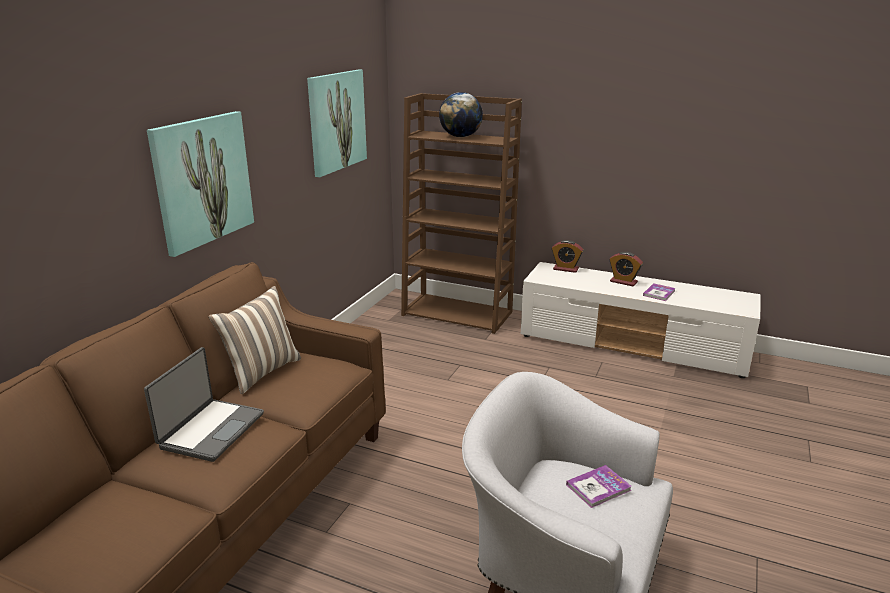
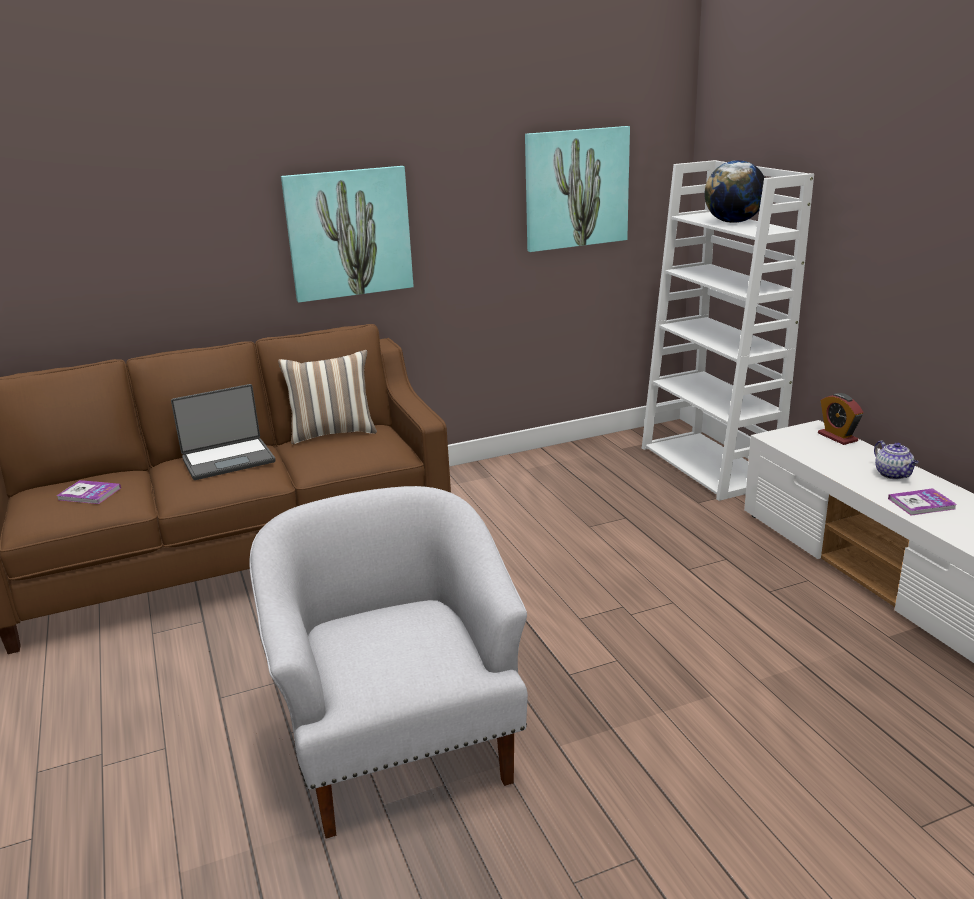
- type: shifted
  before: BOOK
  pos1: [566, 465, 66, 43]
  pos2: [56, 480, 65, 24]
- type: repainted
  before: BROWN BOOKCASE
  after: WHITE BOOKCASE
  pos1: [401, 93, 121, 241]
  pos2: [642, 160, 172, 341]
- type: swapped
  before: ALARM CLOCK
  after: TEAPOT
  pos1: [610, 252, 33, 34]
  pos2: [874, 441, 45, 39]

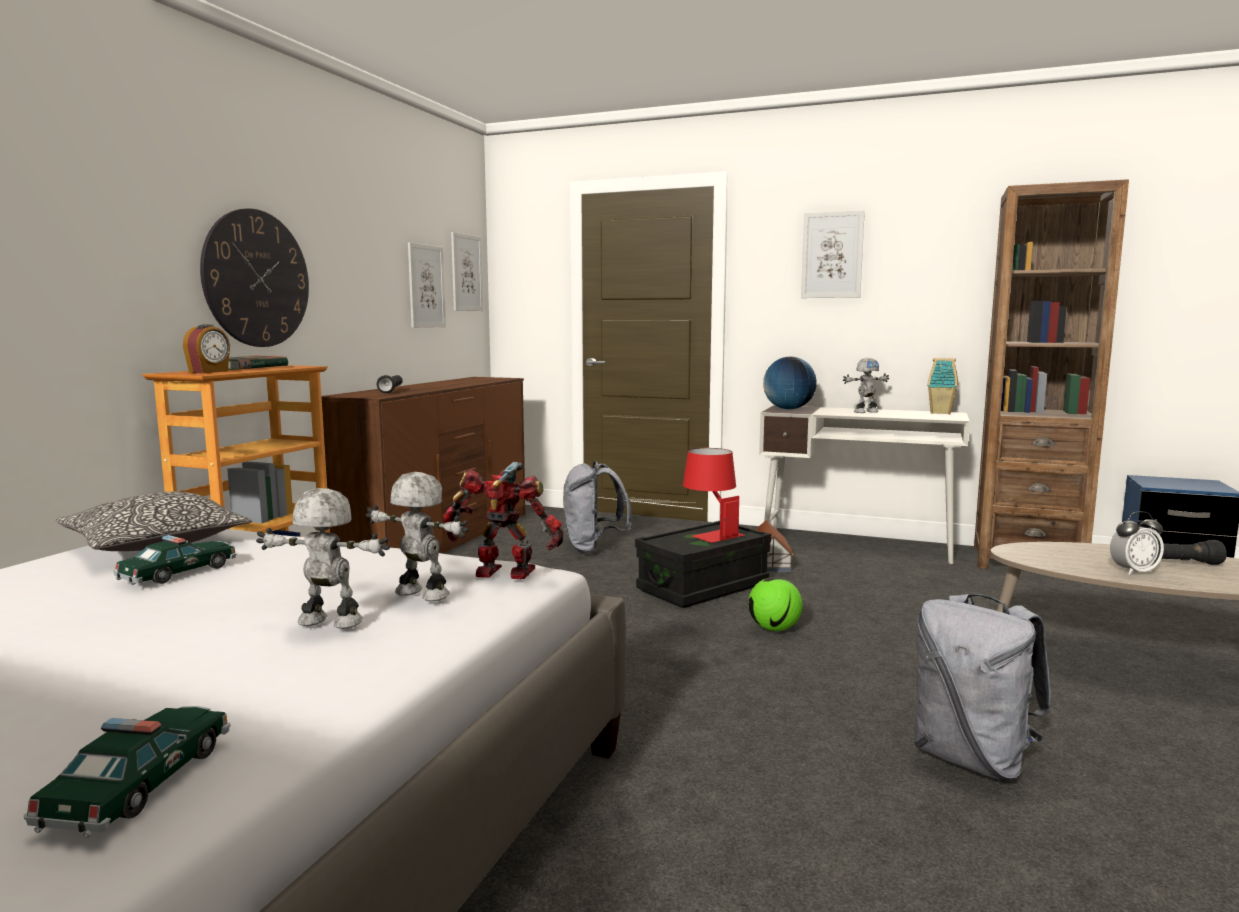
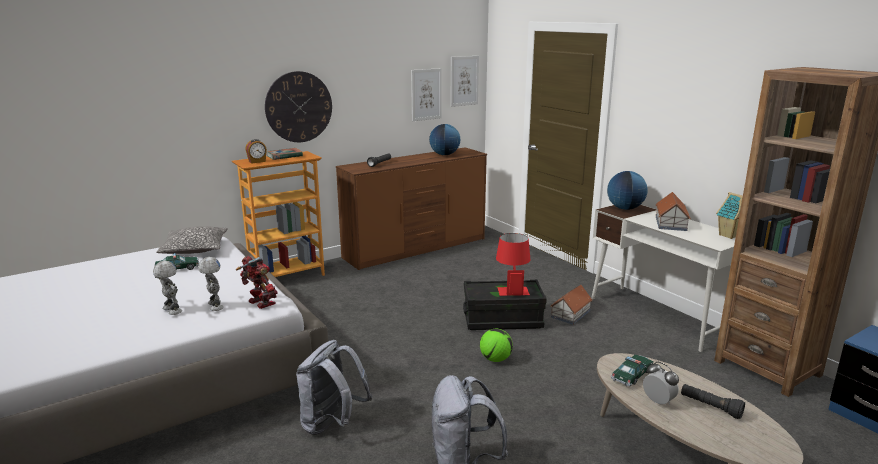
- type: shifted
  before: GREY BACKPACK
  pos1: [563, 461, 69, 93]
  pos2: [296, 340, 76, 95]
- type: new
  after: GLOBE
  pos2: [429, 124, 31, 31]
- type: shifted
  before: TOY CAR
  pos1: [24, 706, 207, 132]
  pos2: [611, 354, 42, 33]
- type: rotated
  before: ALARM CLOCK
  pos1: [1110, 511, 54, 64]
  pos2: [643, 362, 36, 43]
  turn: -150
- type: swapped
  before: TOY ROBOT
  after: TOY HOUSE
  pos1: [843, 358, 46, 55]
  pos2: [656, 192, 35, 39]
- type: gone
  before: PICTURE
  pos1: [801, 210, 64, 88]

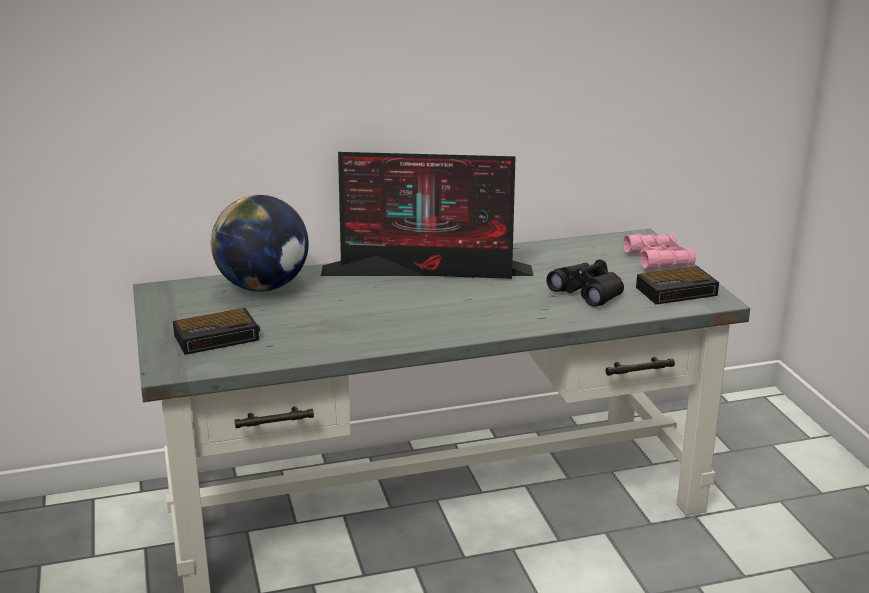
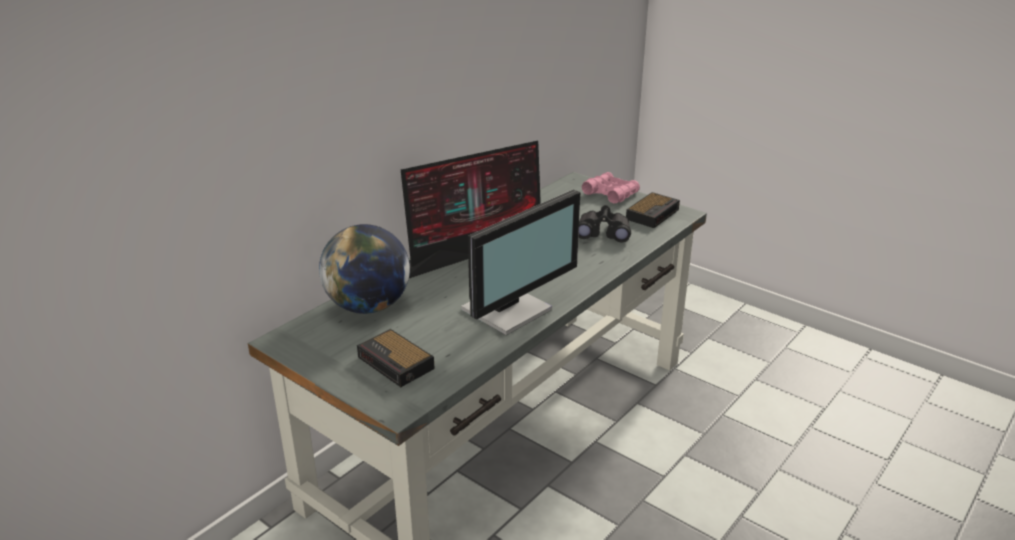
- type: rotated
  before: ALARM CLOCK
  pos1: [173, 308, 87, 47]
  pos2: [357, 329, 78, 58]
  turn: 105
- type: new
  after: MONITOR
  pos2: [461, 189, 119, 146]

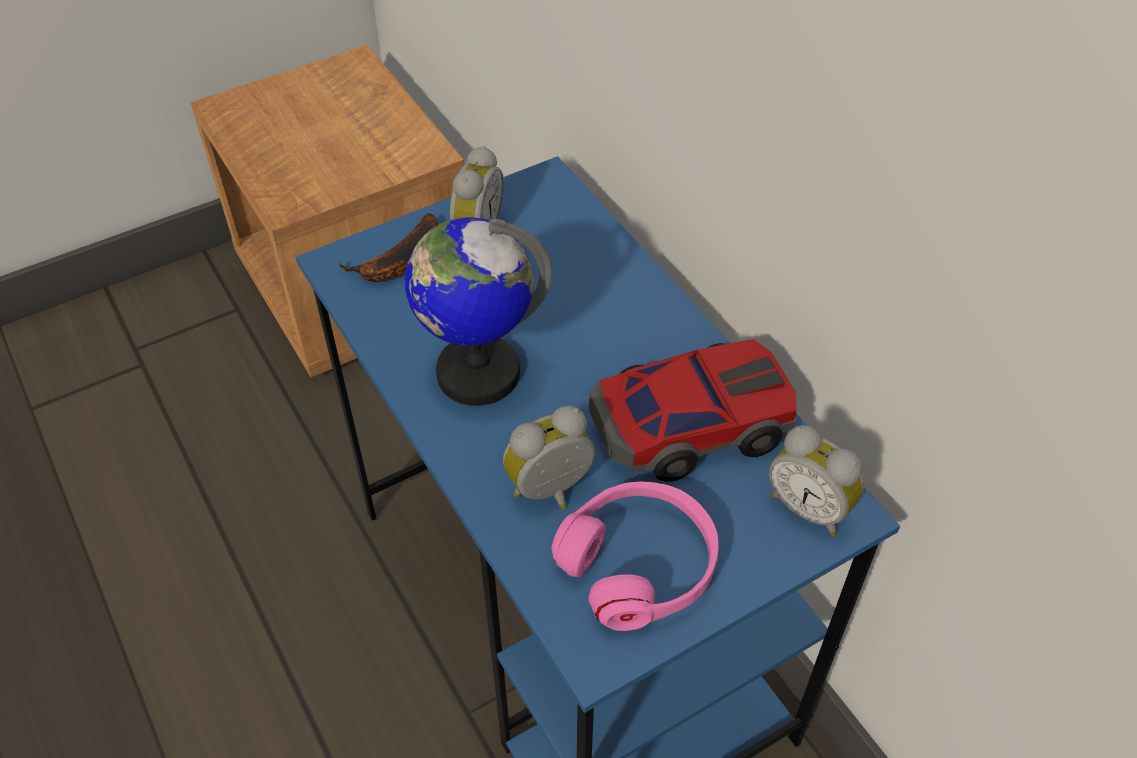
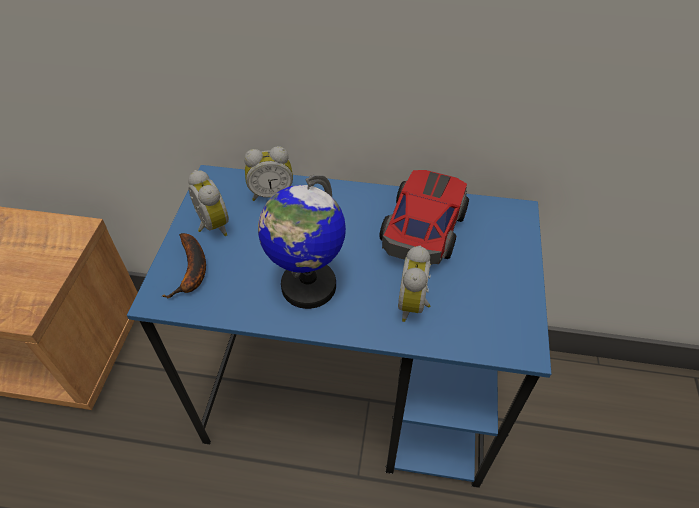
- type: shifted
  before: ALARM CLOCK
  pos1: [769, 425, 95, 112]
  pos2: [244, 146, 49, 55]
- type: gone
  before: PINK HEADPHONES
  pos1: [551, 482, 168, 149]

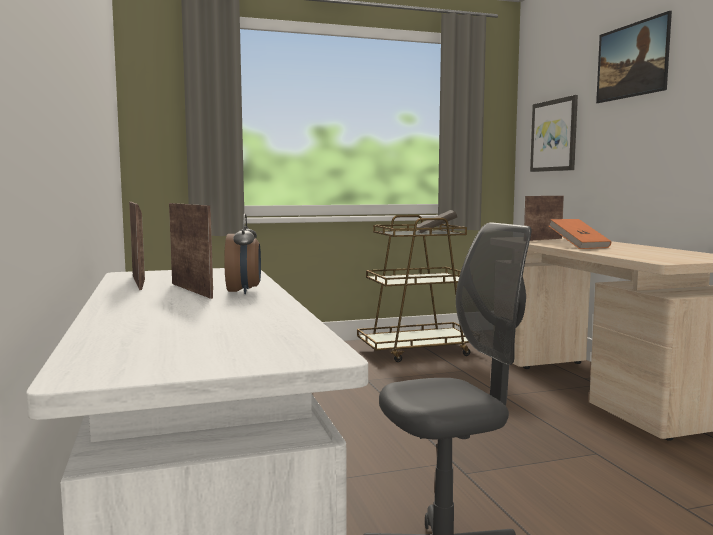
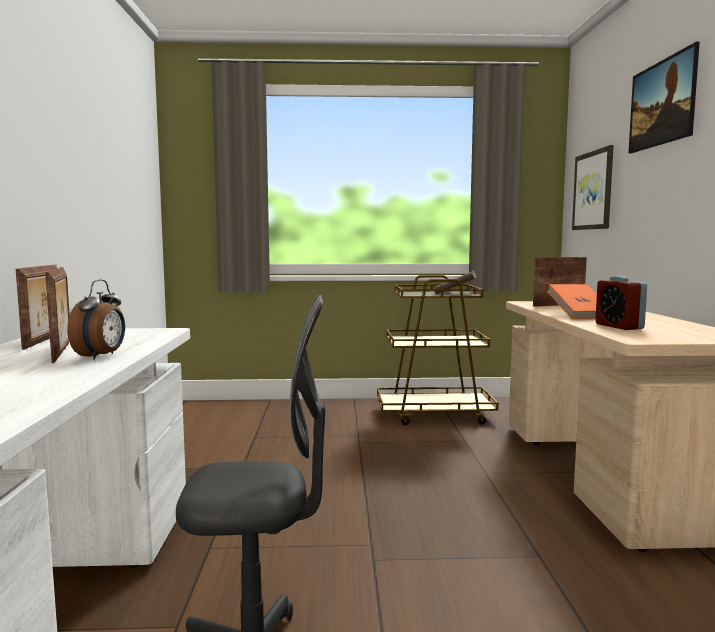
- type: new
  after: ALARM CLOCK
  pos2: [595, 276, 52, 54]

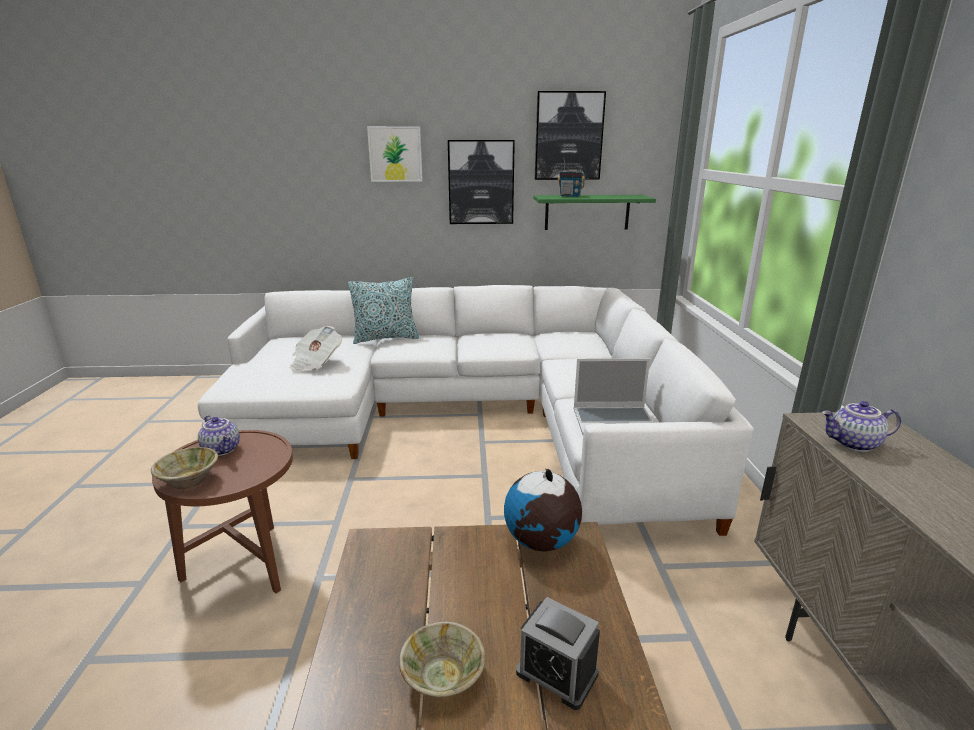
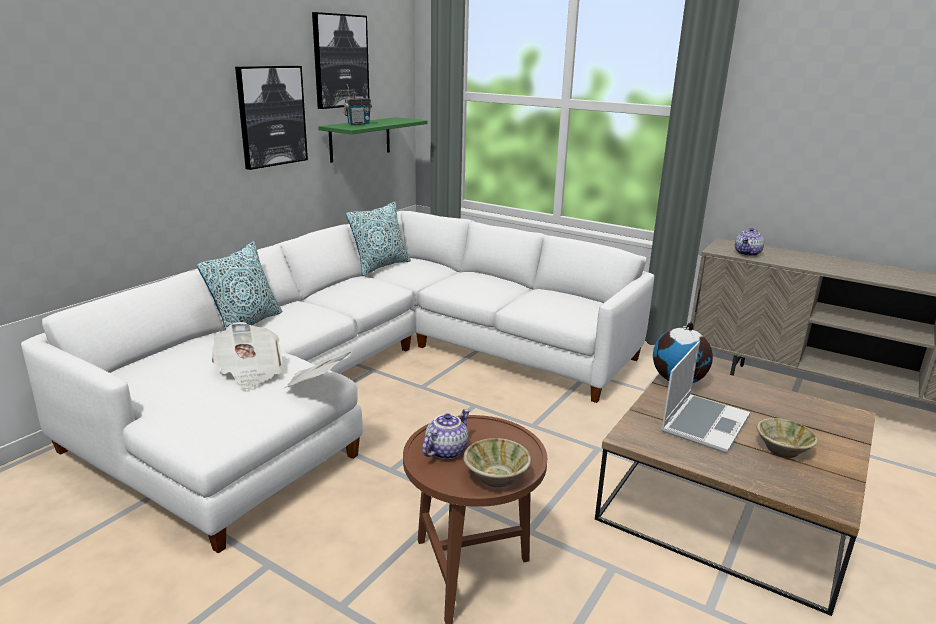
- type: new
  after: NEWSPAPER
  pos2: [283, 348, 70, 41]
- type: new
  after: PILLOW
  pos2: [346, 202, 65, 74]
- type: rotated
  before: TEAPOT
  pos1: [198, 415, 42, 41]
  pos2: [422, 409, 48, 50]
  turn: -45
- type: shifted
  before: LAPTOP
  pos1: [574, 358, 80, 77]
  pos2: [661, 342, 89, 111]
- type: gone
  before: PICTURE
  pos1: [367, 126, 56, 56]
- type: gone
  before: ALARM CLOCK
  pos1: [516, 597, 84, 113]

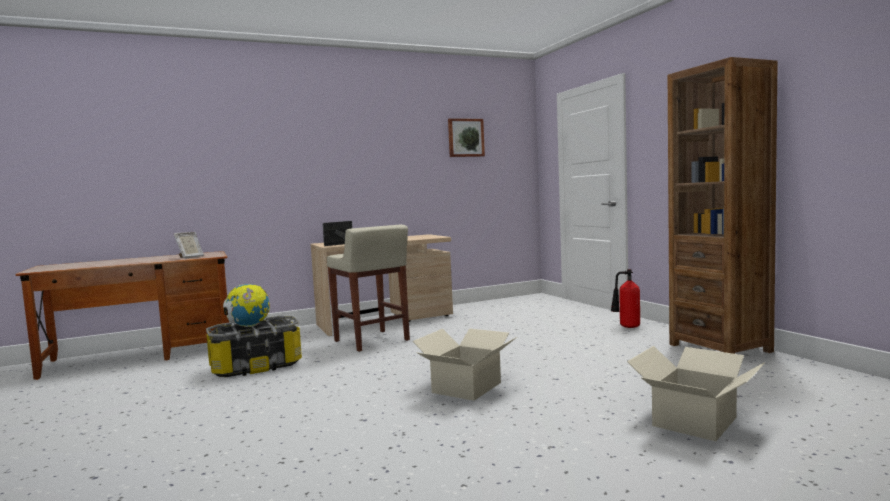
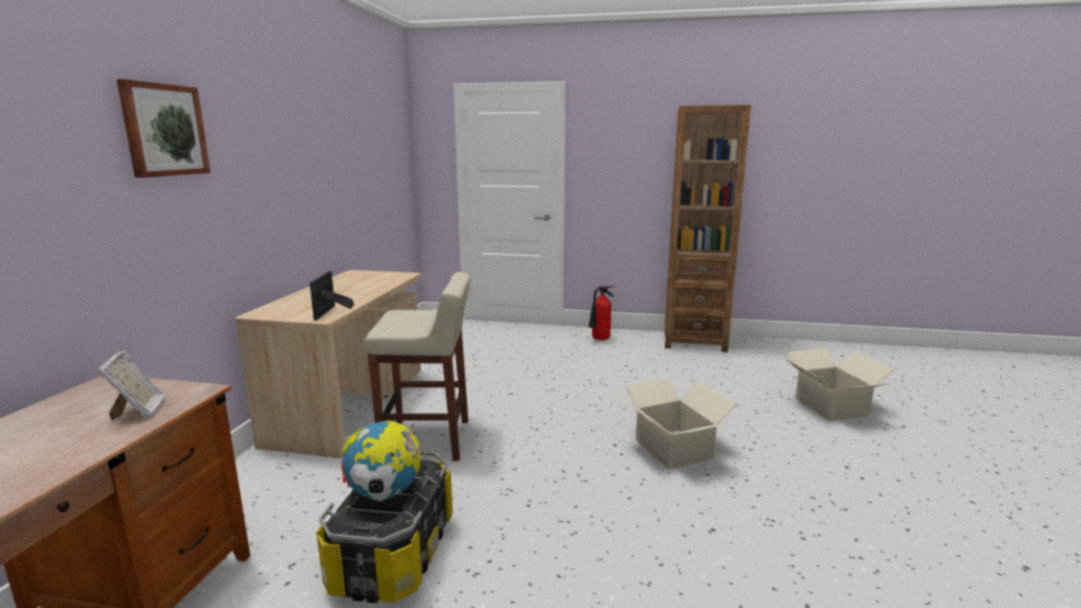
- type: shifted
  before: PICTURE
  pos1: [448, 118, 37, 39]
  pos2: [117, 79, 93, 99]

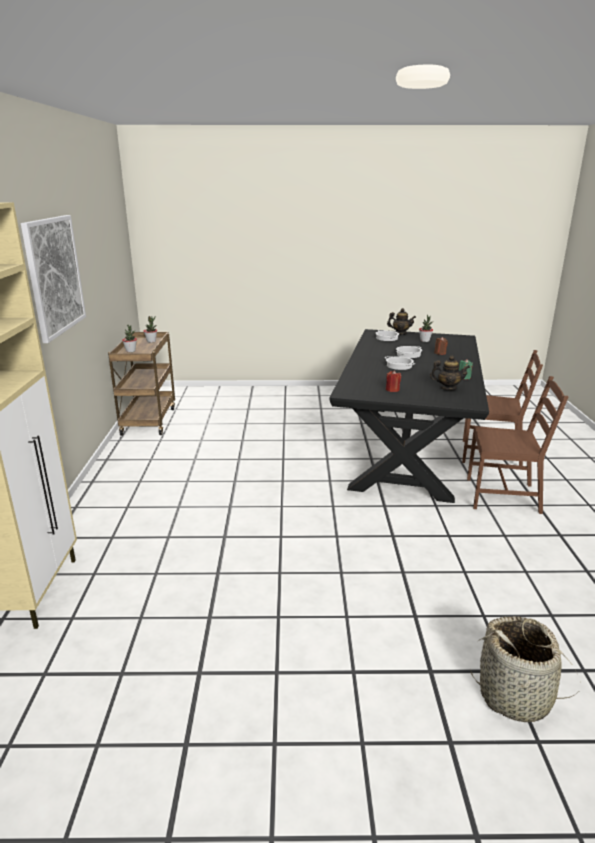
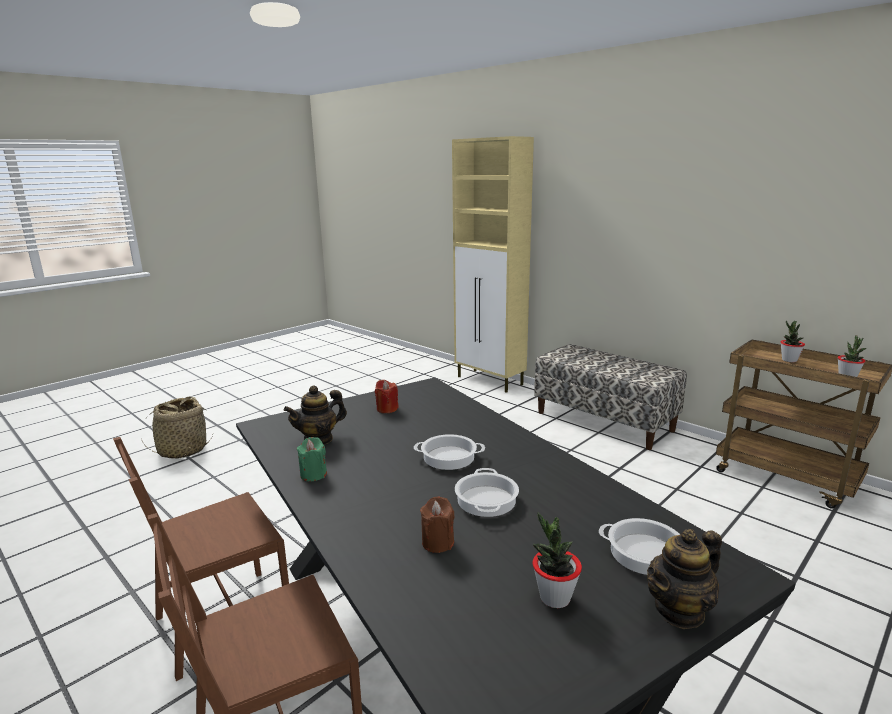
- type: new
  after: BENCH
  pos2: [534, 344, 153, 106]
- type: gone
  before: PICTURE
  pos1: [21, 215, 65, 128]

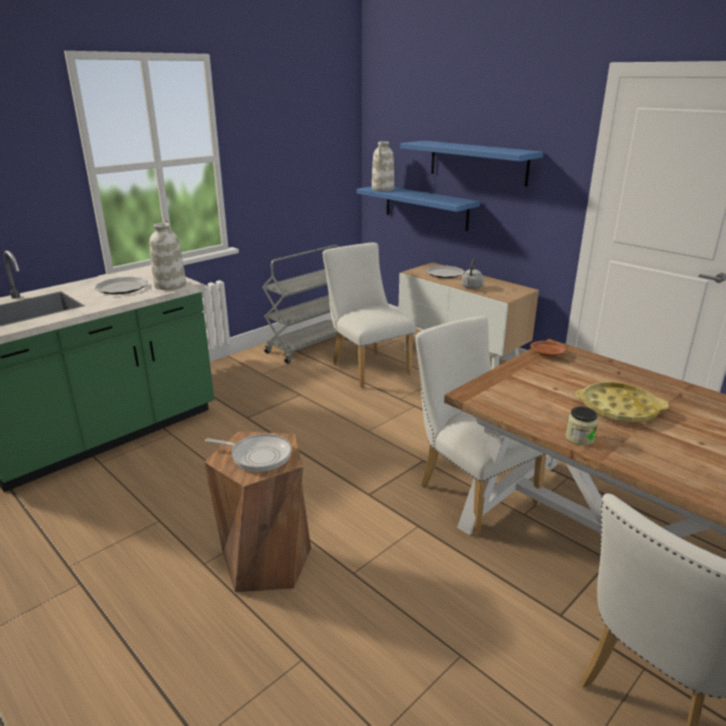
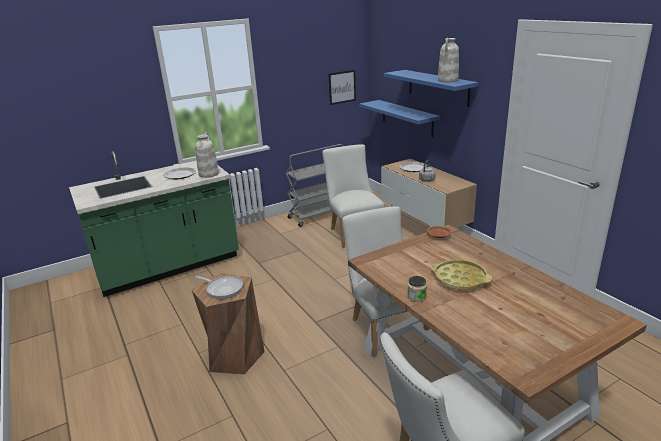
- type: new
  after: PICTURE
  pos2: [328, 70, 28, 35]
- type: shifted
  before: WHITE VASE
  pos1: [372, 141, 22, 50]
  pos2: [438, 38, 21, 44]

